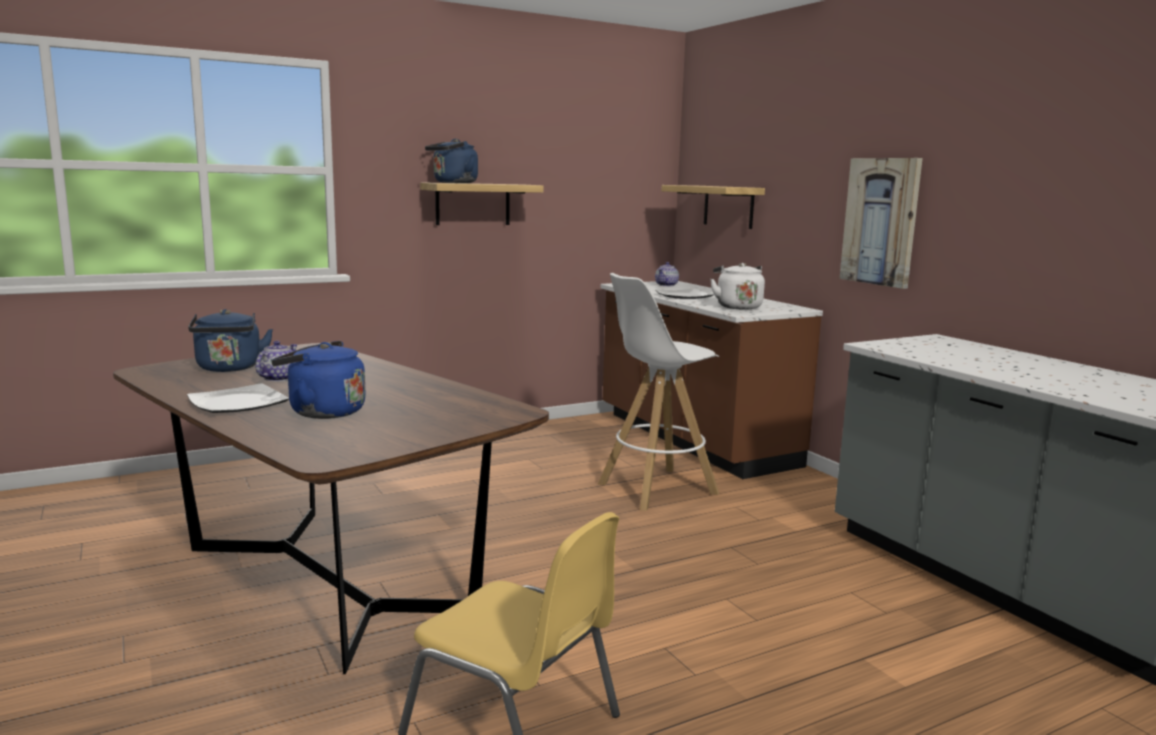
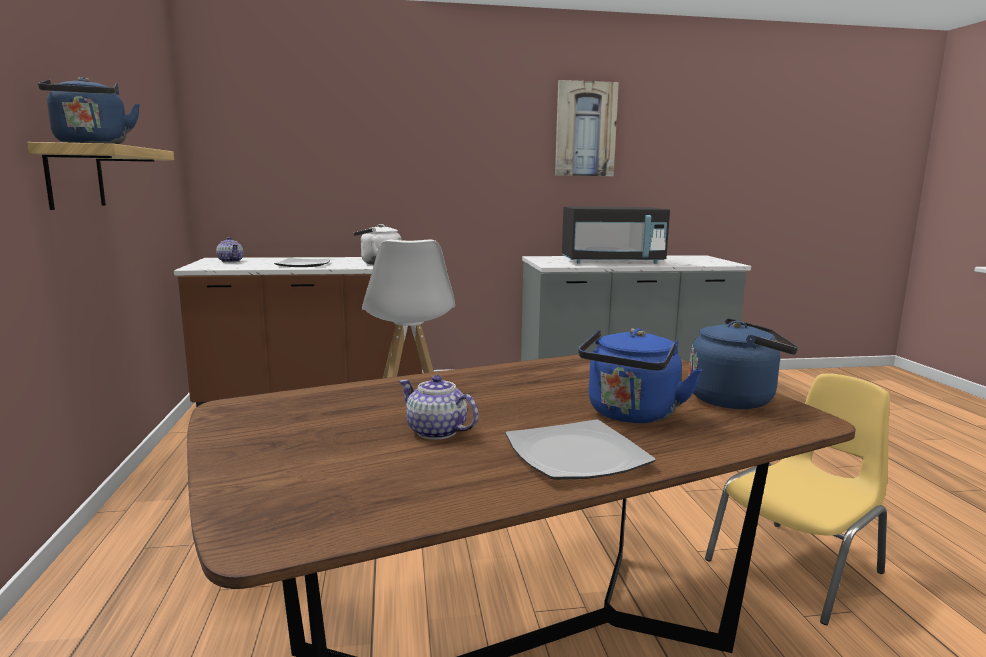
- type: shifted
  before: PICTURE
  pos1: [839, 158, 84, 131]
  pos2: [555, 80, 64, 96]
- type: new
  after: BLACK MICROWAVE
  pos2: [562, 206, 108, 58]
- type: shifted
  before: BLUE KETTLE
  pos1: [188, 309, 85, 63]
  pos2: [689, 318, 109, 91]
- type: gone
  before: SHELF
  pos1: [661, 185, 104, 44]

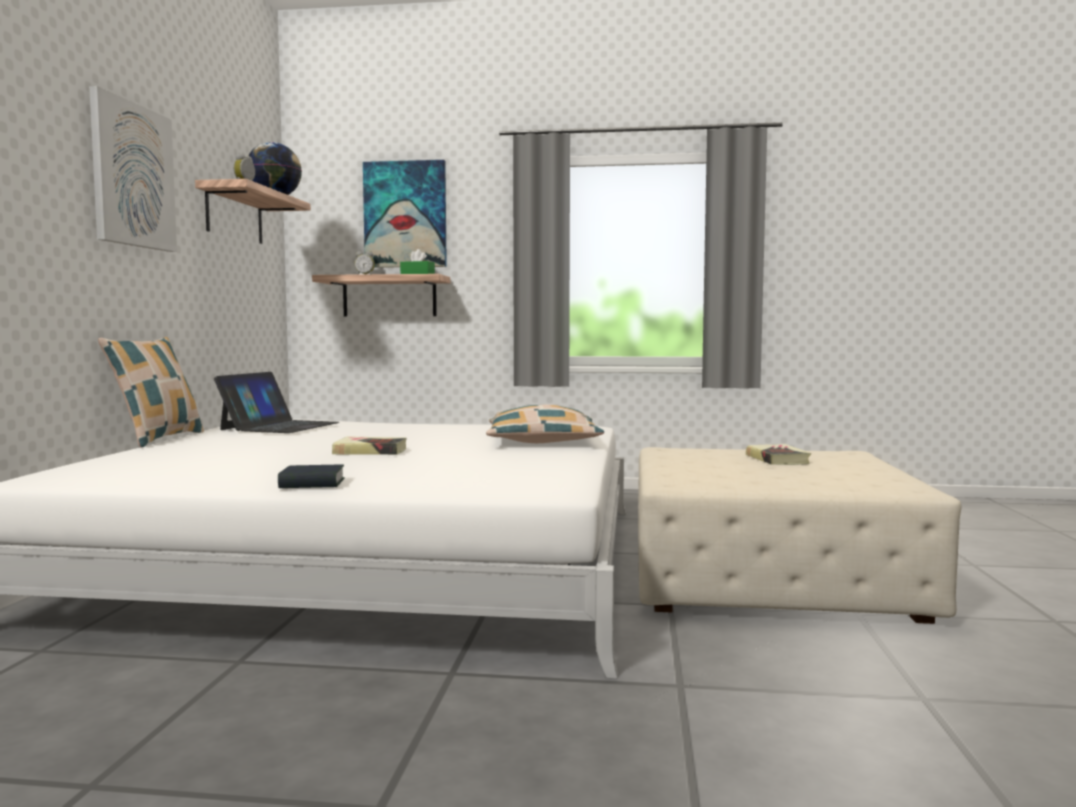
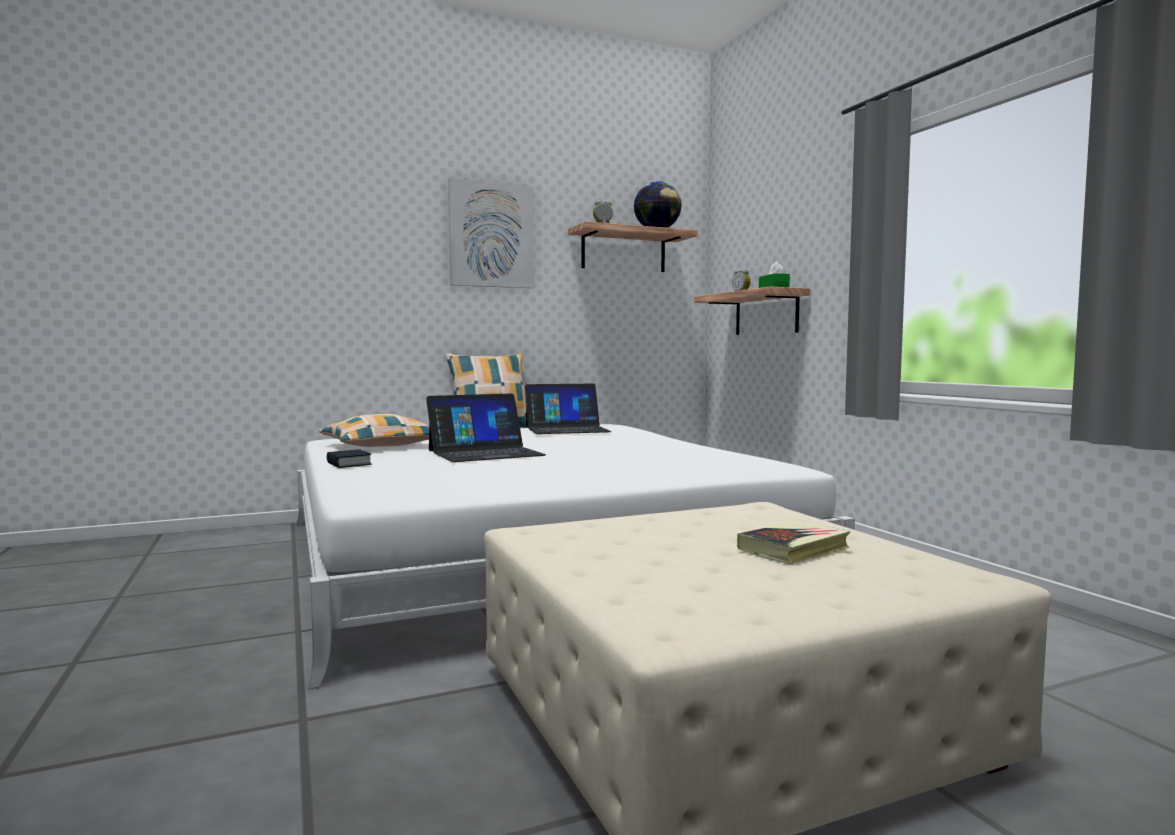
- type: shifted
  before: PILLOW
  pos1: [486, 405, 118, 38]
  pos2: [319, 414, 110, 33]
- type: swapped
  before: BOOK
  after: LAPTOP
  pos1: [332, 436, 75, 19]
  pos2: [426, 394, 120, 68]
- type: gone
  before: PICTURE
  pos1: [363, 160, 84, 108]

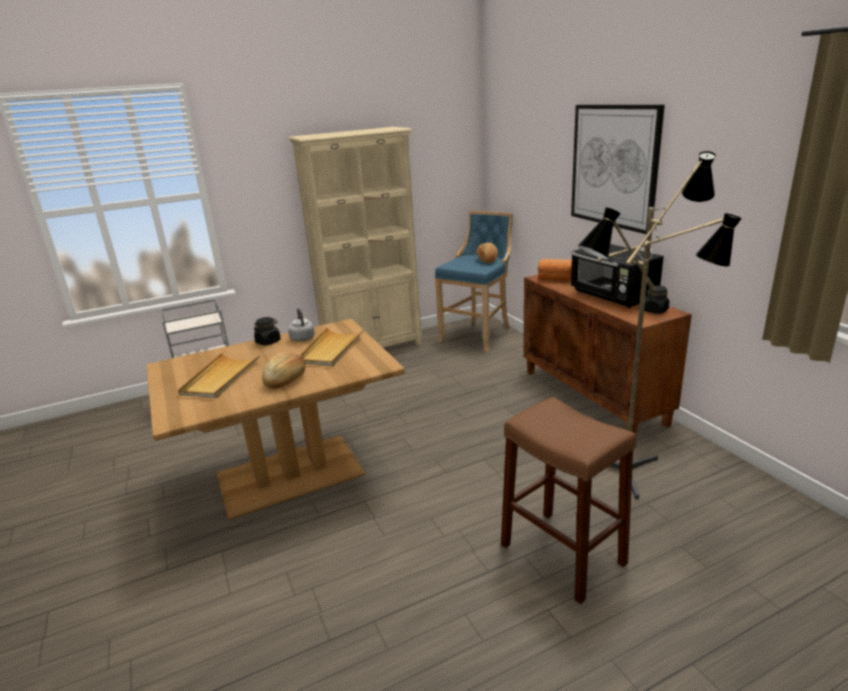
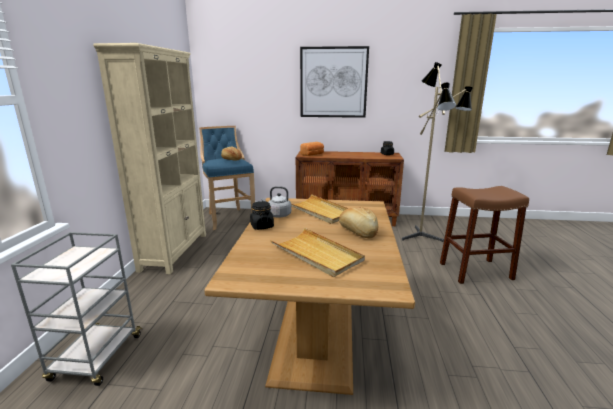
- type: gone
  before: BLACK MICROWAVE
  pos1: [570, 244, 94, 64]

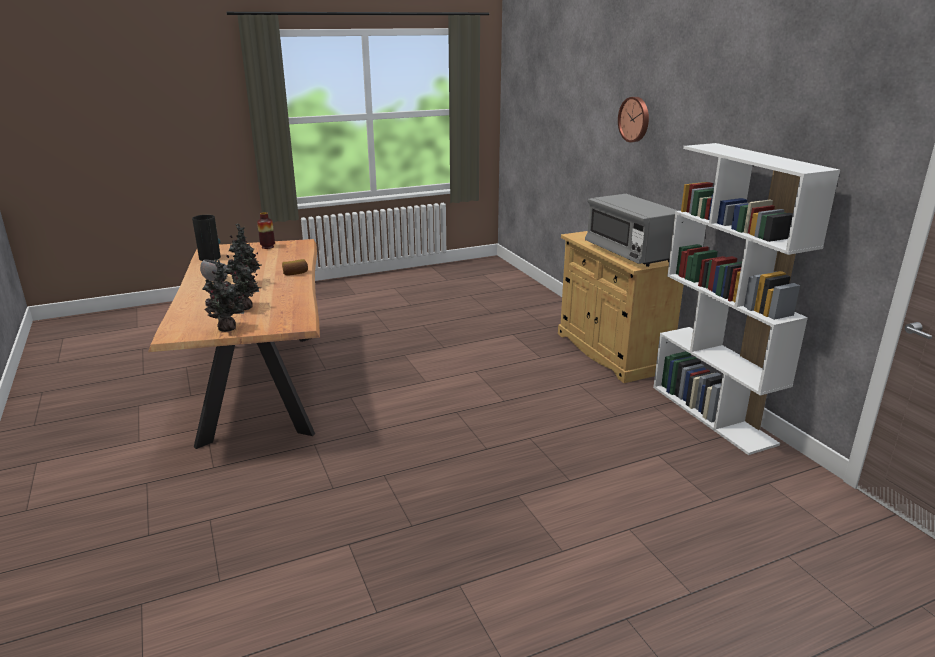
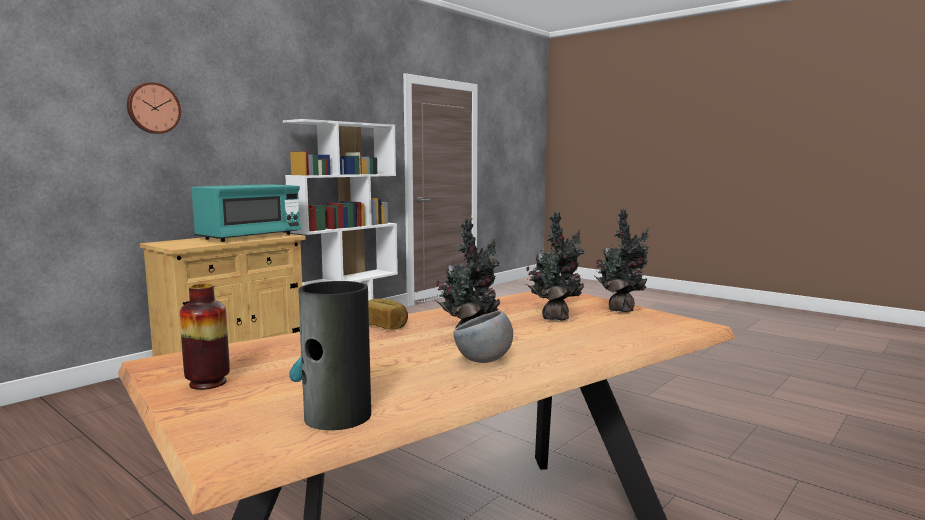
- type: repainted
  before: GREY MICROWAVE
  after: TURQUOISE MICROWAVE
  pos1: [585, 194, 93, 73]
  pos2: [192, 184, 109, 58]

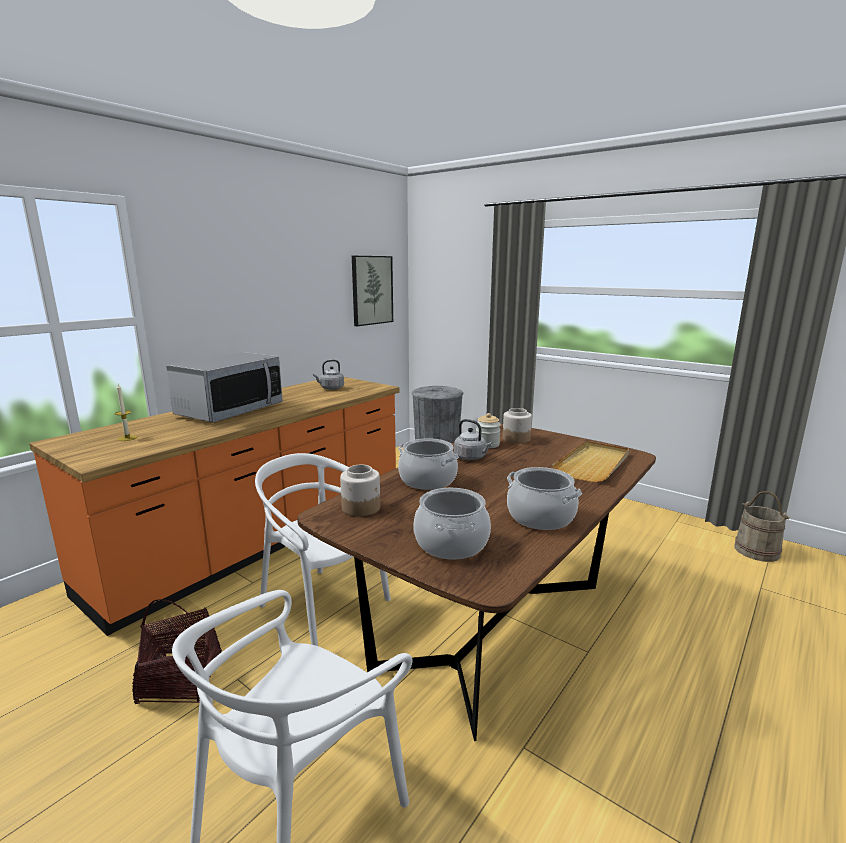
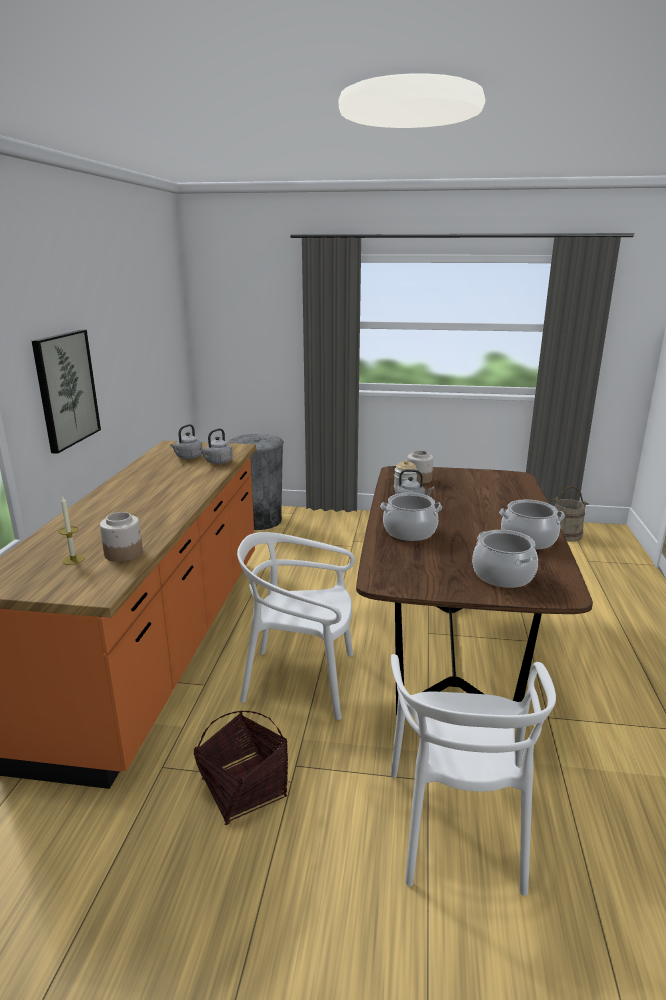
- type: shifted
  before: PICTURE
  pos1: [352, 256, 41, 70]
  pos2: [32, 330, 69, 124]
- type: shifted
  before: JAR
  pos1: [340, 465, 40, 52]
  pos2: [100, 512, 43, 50]
- type: new
  after: GREY KETTLE
  pos2: [199, 428, 33, 36]
- type: gone
  before: MICROWAVE
  pos1: [166, 352, 117, 71]
- type: gone
  before: BEIGE TRAY
  pos1: [552, 441, 77, 42]

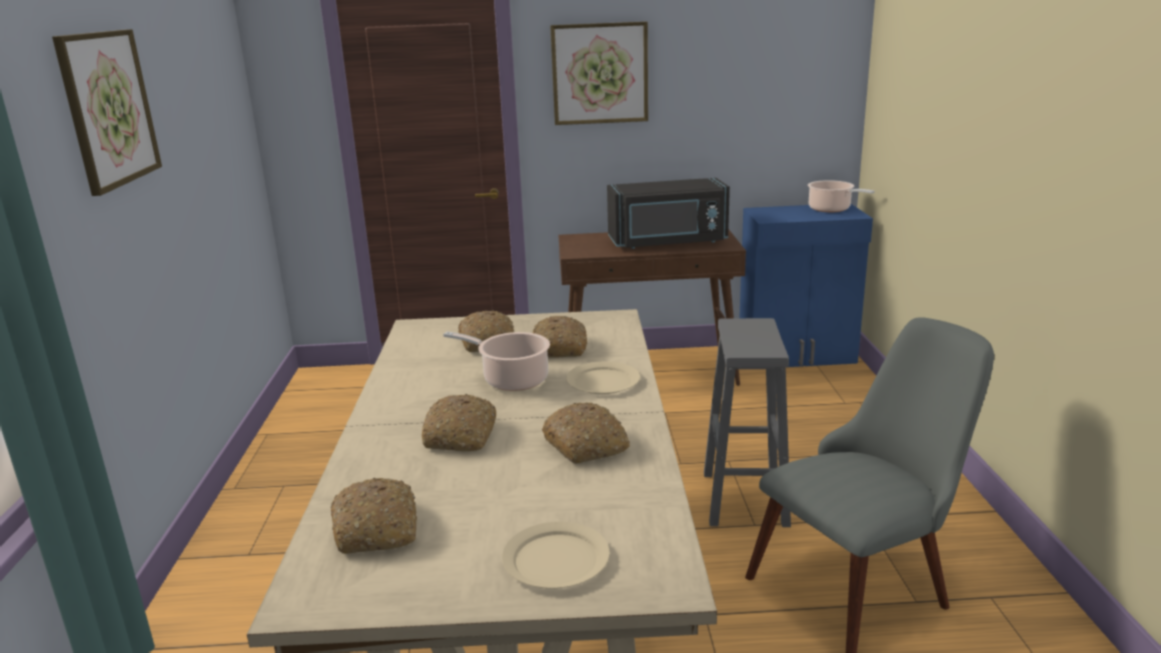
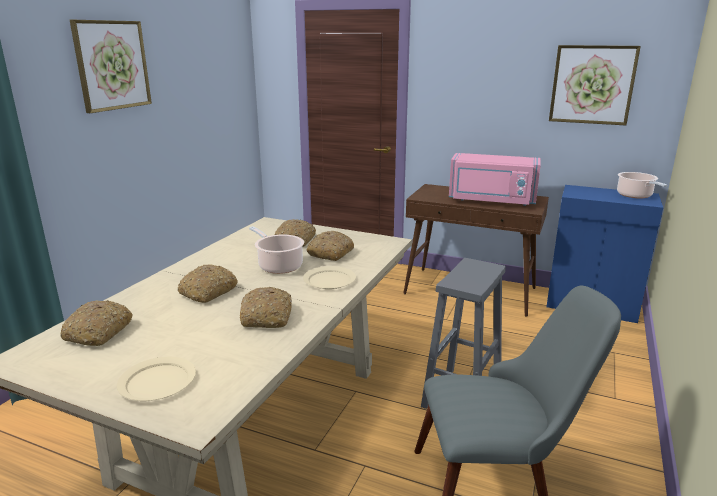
- type: repainted
  before: BLACK MICROWAVE
  after: PINK MICROWAVE
  pos1: [607, 178, 123, 71]
  pos2: [449, 153, 92, 53]
- type: shifted
  before: PICTURE
  pos1: [550, 21, 98, 104]
  pos2: [549, 45, 92, 80]

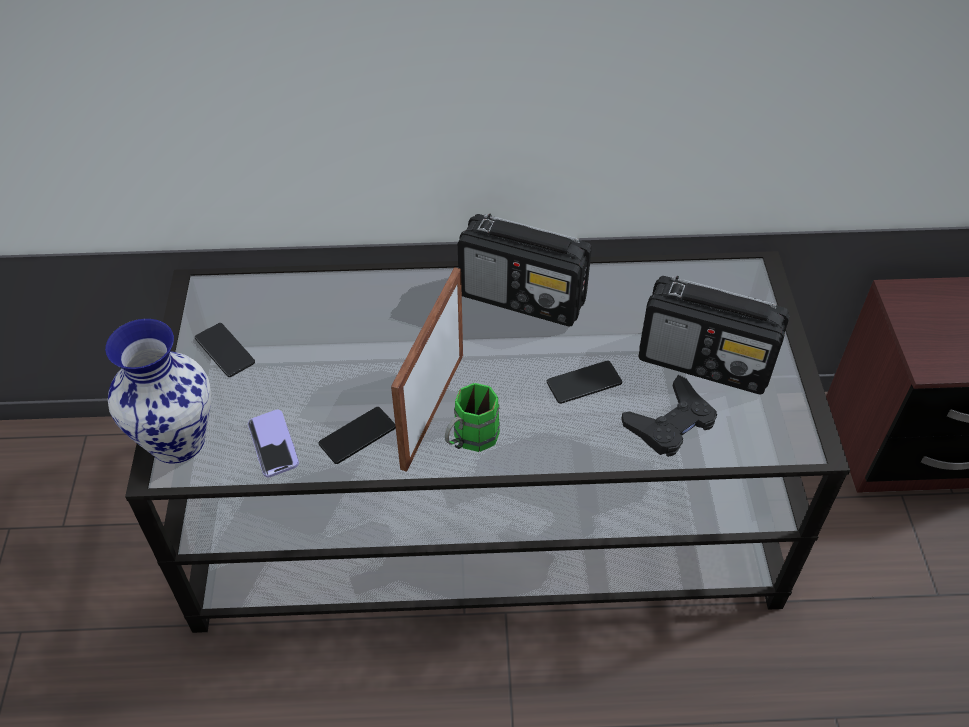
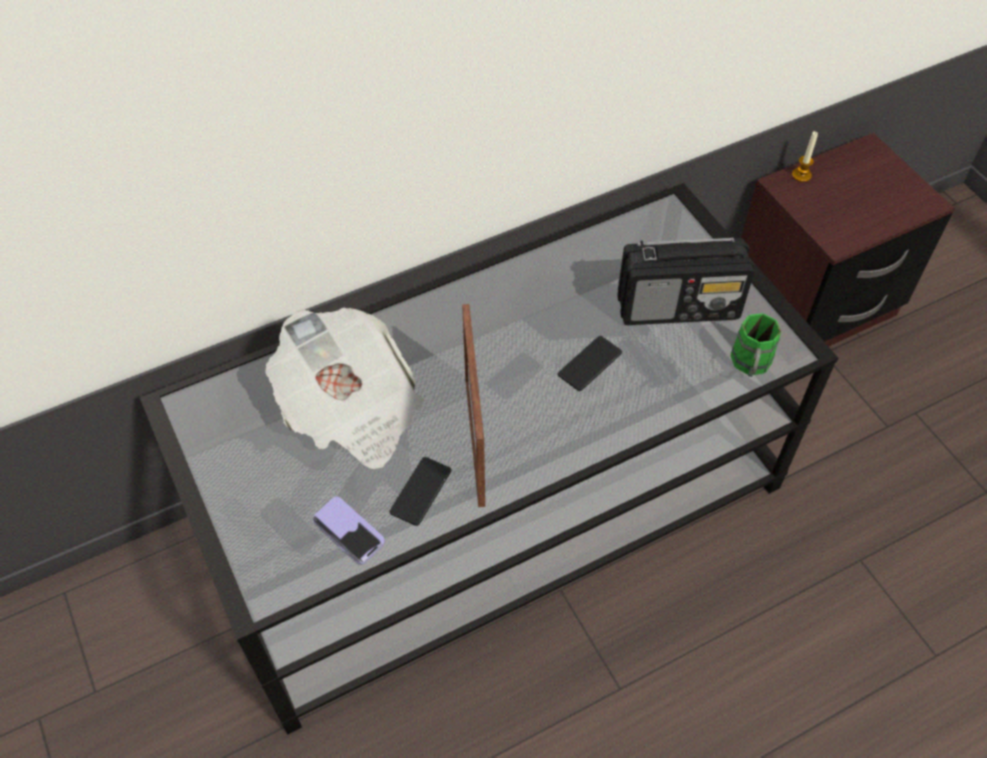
- type: new
  after: NEWSPAPER
  pos2: [266, 308, 158, 161]
- type: shifted
  before: GREEN MUG
  pos1: [445, 383, 55, 69]
  pos2: [730, 313, 51, 64]
- type: new
  after: CANDLE
  pos2: [792, 131, 26, 51]
- type: gone
  before: VASE
  pos1: [105, 319, 106, 144]
- type: gone
  before: PHONE
  pos1: [195, 323, 60, 54]
- type: gone
  before: RADIO
  pos1: [458, 213, 134, 114]
- type: gone
  before: BLACK GAME CONTROLLER
  pos1: [621, 375, 96, 82]

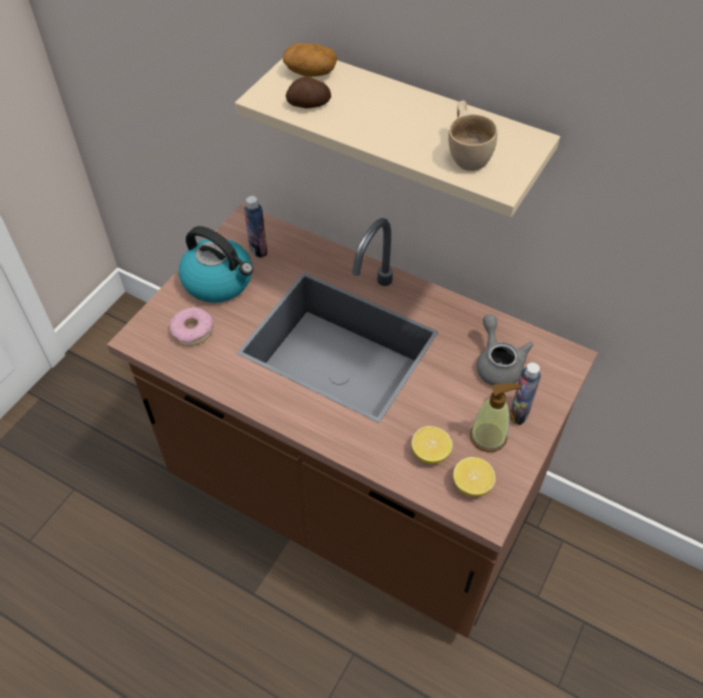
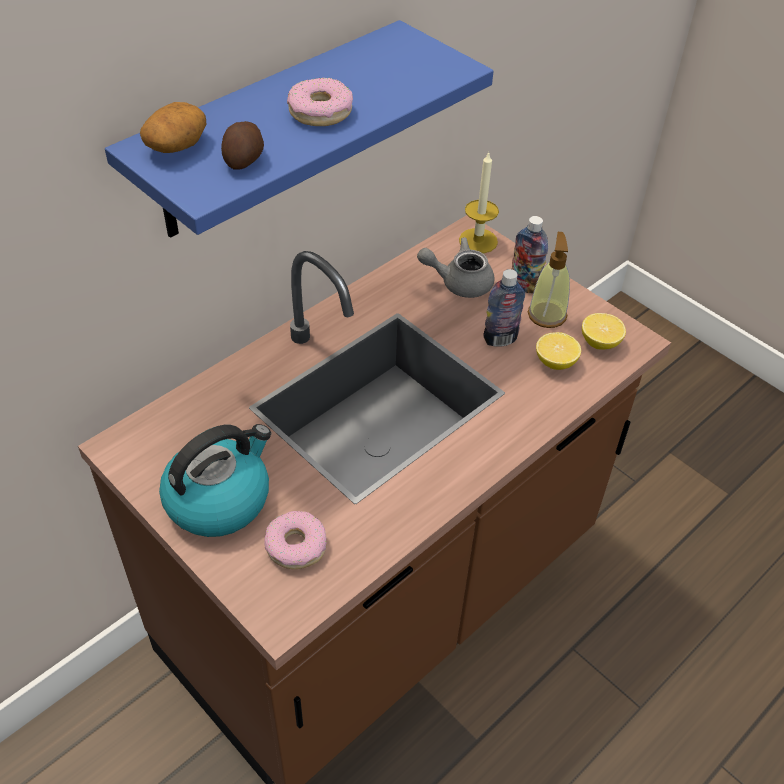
- type: repainted
  before: BEIGE SHELF
  after: BLUE SHELF
  pos1: [235, 58, 325, 160]
  pos2: [105, 20, 389, 218]
- type: new
  after: DONUT
  pos2: [287, 77, 66, 49]
- type: new
  after: CANDLE
  pos2: [459, 151, 40, 102]
- type: shifted
  before: BOTTLE
  pos1: [244, 196, 23, 62]
  pos2: [483, 269, 42, 78]
- type: gone
  before: BEIGE CUP
  pos1: [449, 100, 49, 71]

